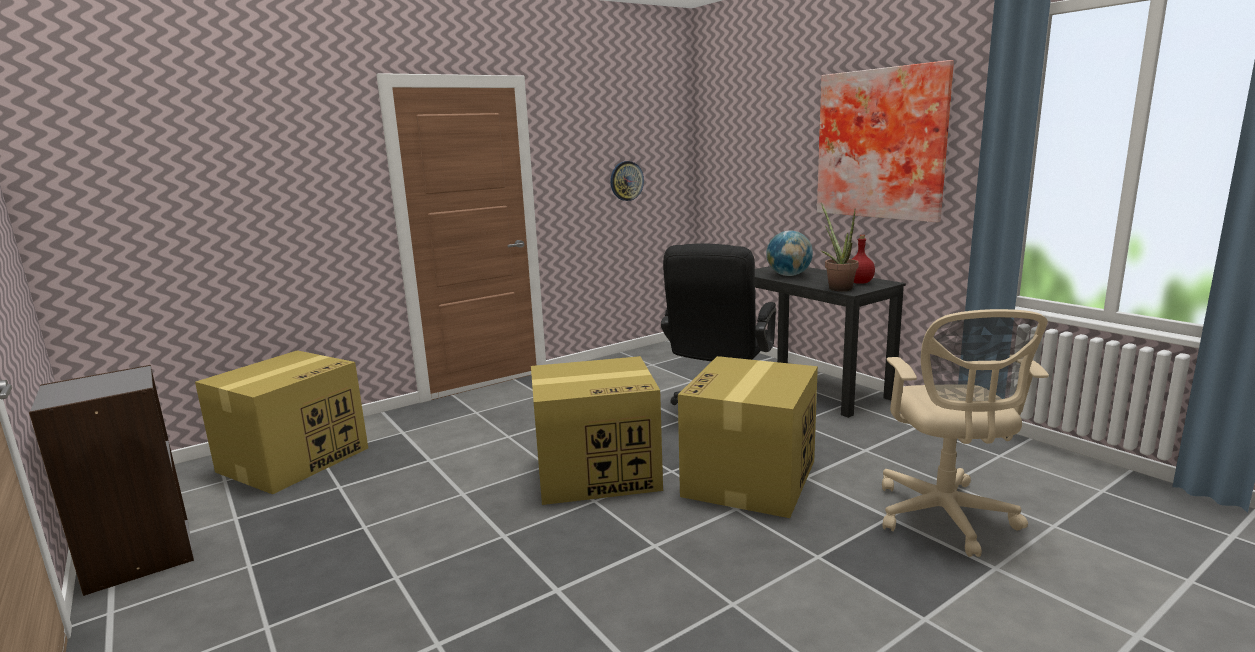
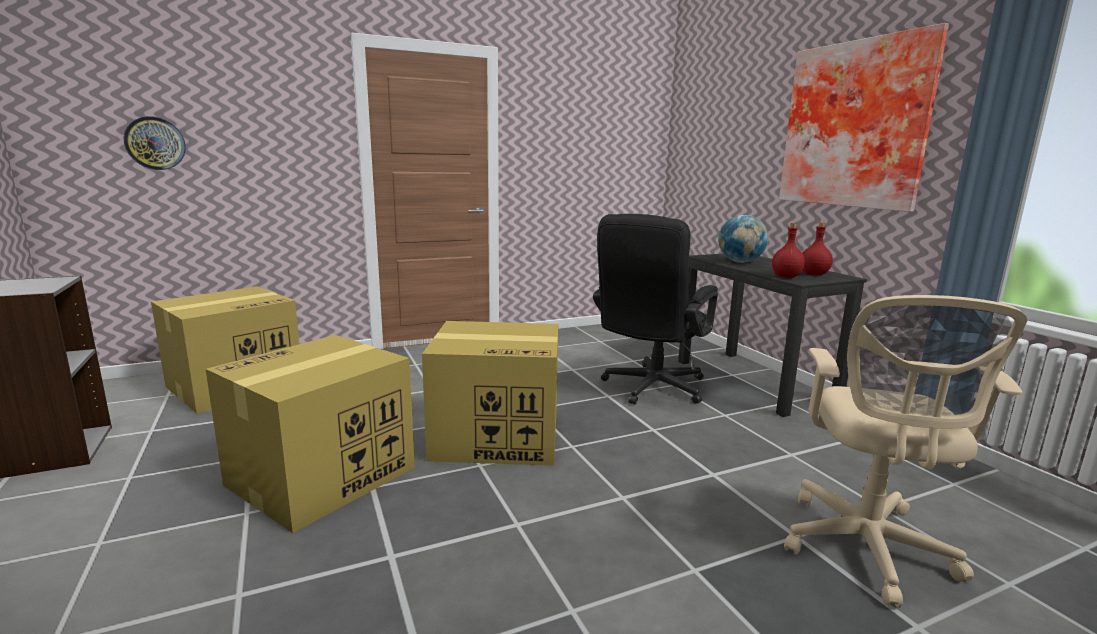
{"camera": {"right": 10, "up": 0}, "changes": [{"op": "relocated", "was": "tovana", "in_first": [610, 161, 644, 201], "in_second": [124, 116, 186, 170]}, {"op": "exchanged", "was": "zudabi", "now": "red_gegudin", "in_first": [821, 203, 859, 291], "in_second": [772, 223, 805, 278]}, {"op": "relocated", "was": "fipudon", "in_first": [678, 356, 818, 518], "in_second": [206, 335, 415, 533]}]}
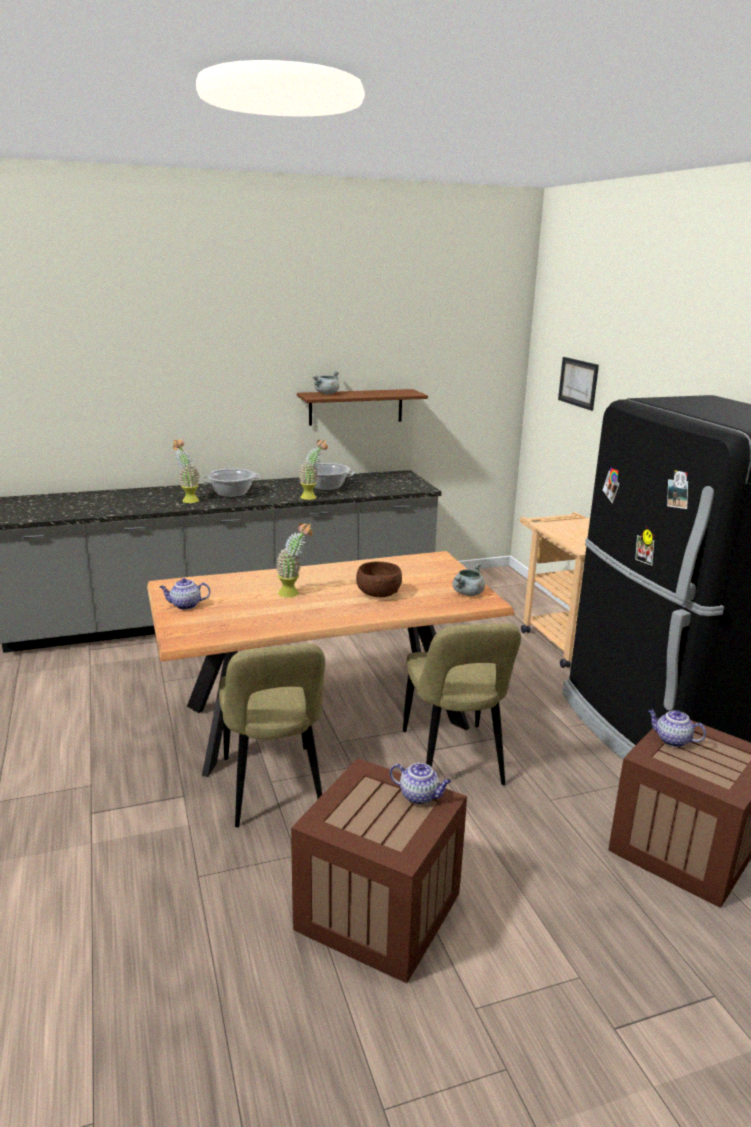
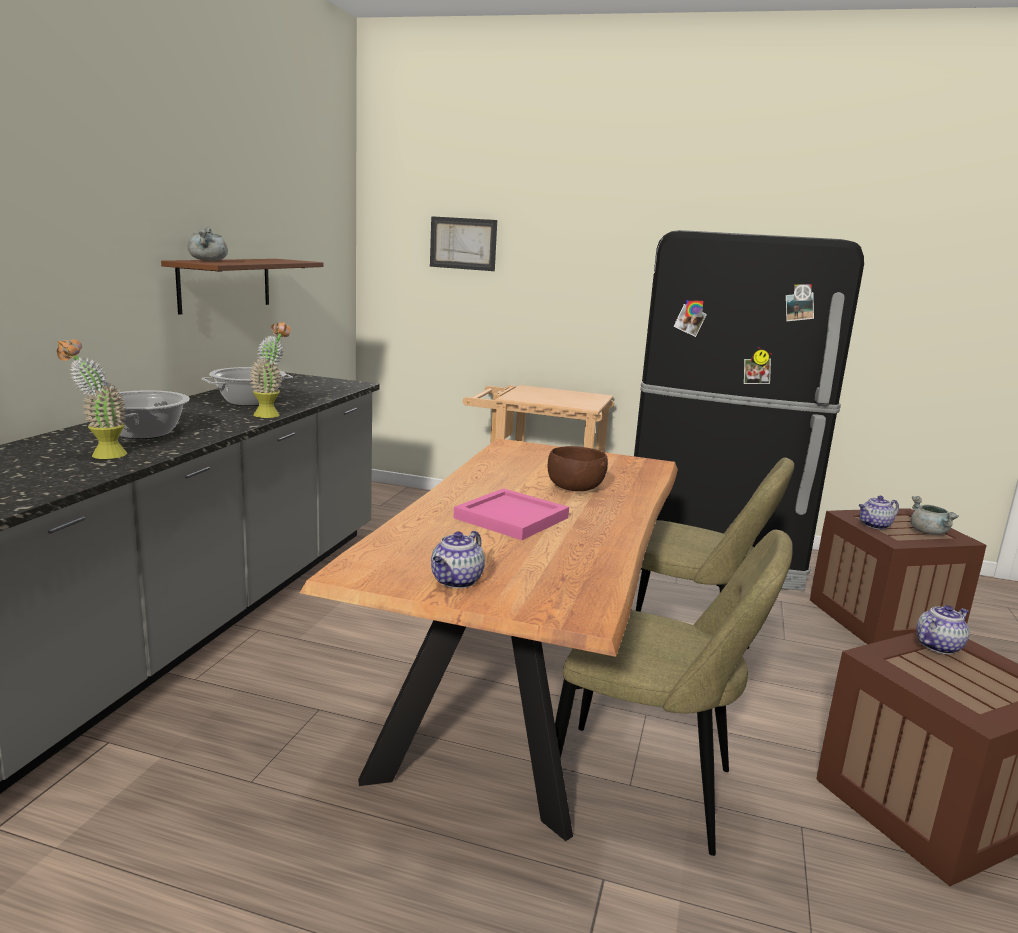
{"camera": {"right": -55, "up": -5}, "changes": [{"op": "exchanged", "was": "zudabi", "now": "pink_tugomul", "in_first": [276, 523, 312, 597], "in_second": [453, 488, 569, 540]}, {"op": "relocated", "was": "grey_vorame", "in_first": [452, 562, 485, 596], "in_second": [911, 496, 959, 535]}]}
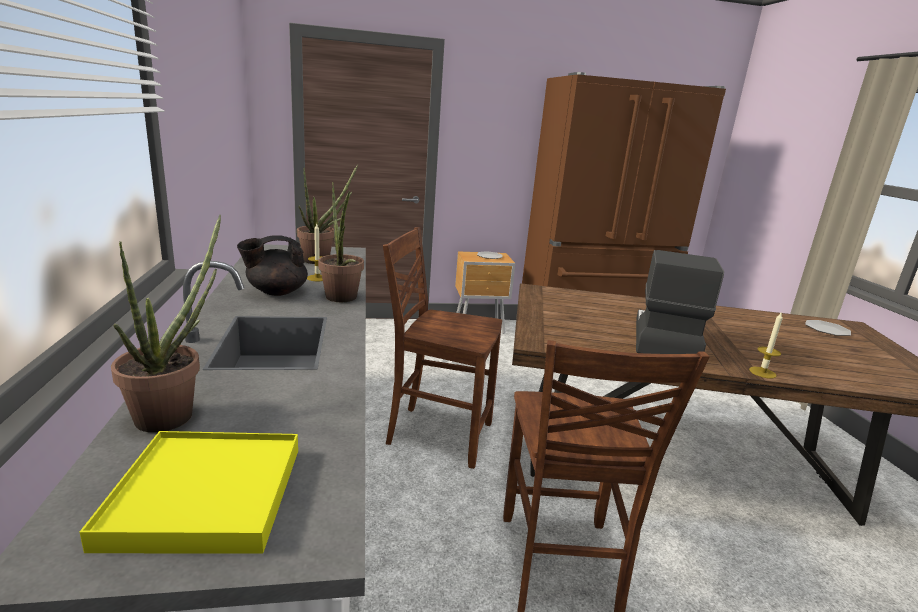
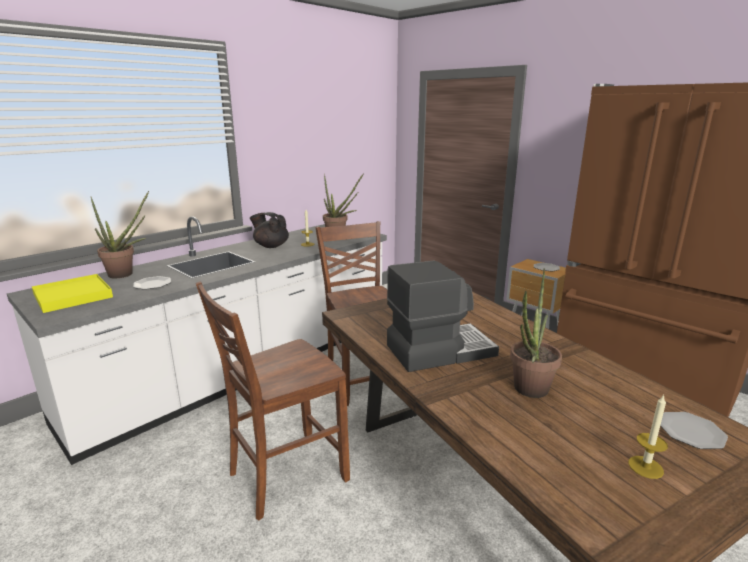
{"camera": {"right": 55, "up": 0}, "changes": [{"op": "relocated", "was": "zudabi", "in_first": [318, 182, 364, 302], "in_second": [510, 268, 562, 398]}, {"op": "relocated", "was": "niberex", "in_first": [749, 311, 783, 379], "in_second": [628, 395, 668, 479]}, {"op": "appeared", "now": "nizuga", "in_second": [133, 276, 171, 290]}]}
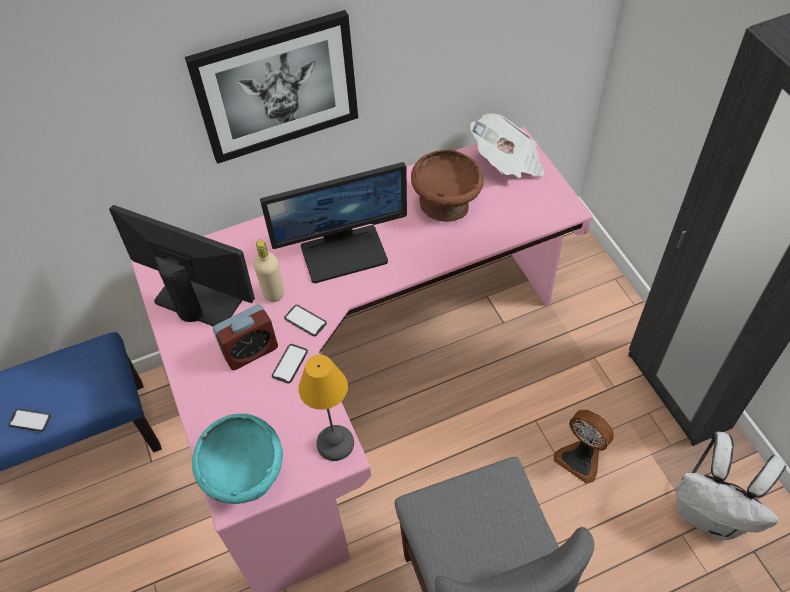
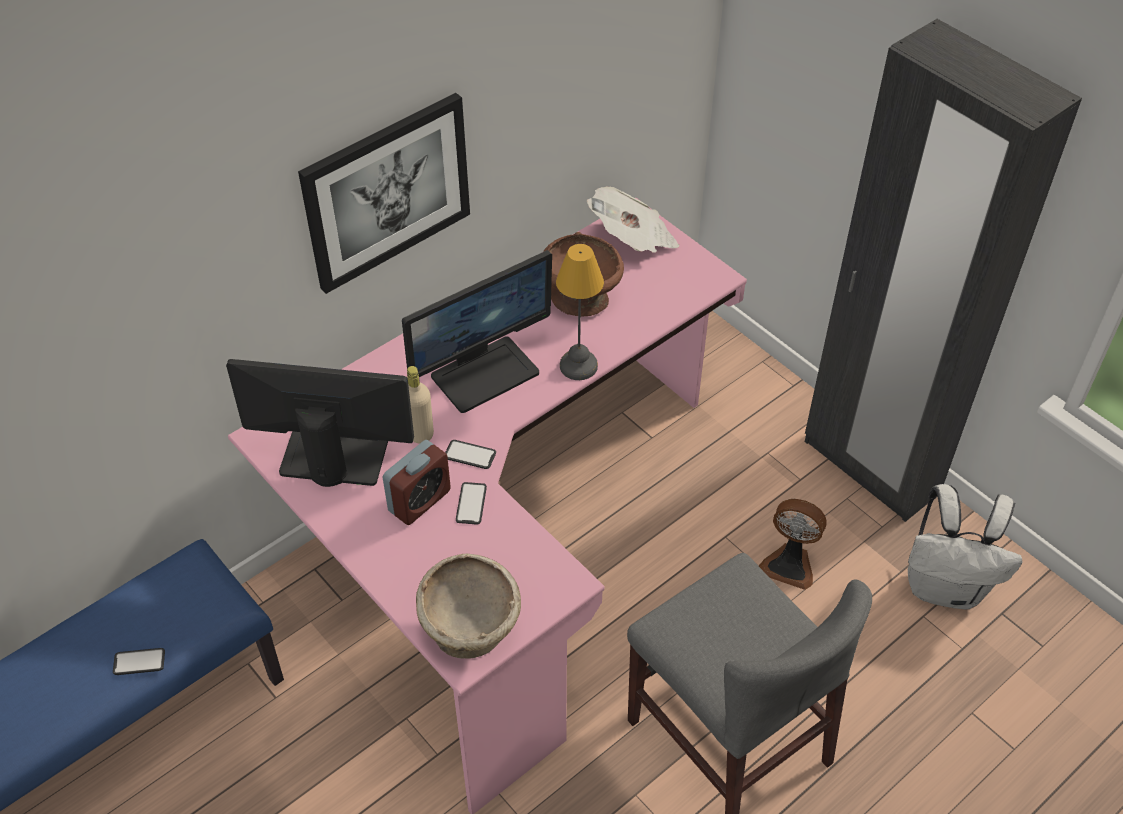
{"camera": {"right": -20, "up": -5}, "changes": [{"op": "relocated", "was": "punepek", "in_first": [298, 354, 354, 461], "in_second": [556, 244, 604, 380]}, {"op": "colour", "was": "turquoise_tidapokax", "now": "beige_tidapokax", "in_first": [192, 414, 283, 504], "in_second": [416, 554, 521, 659]}]}
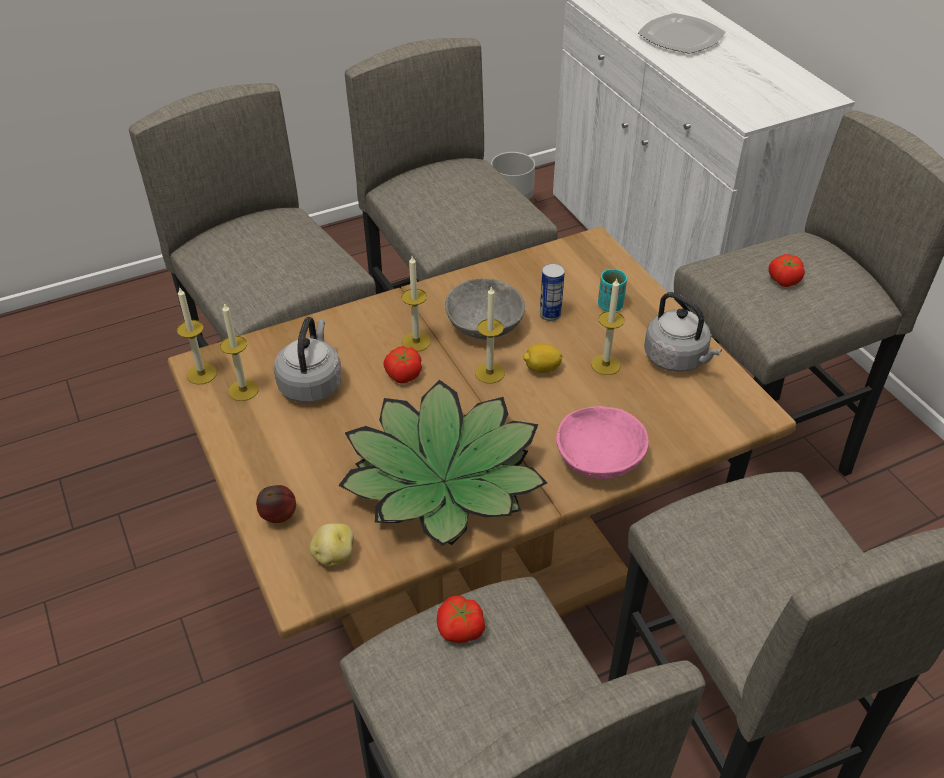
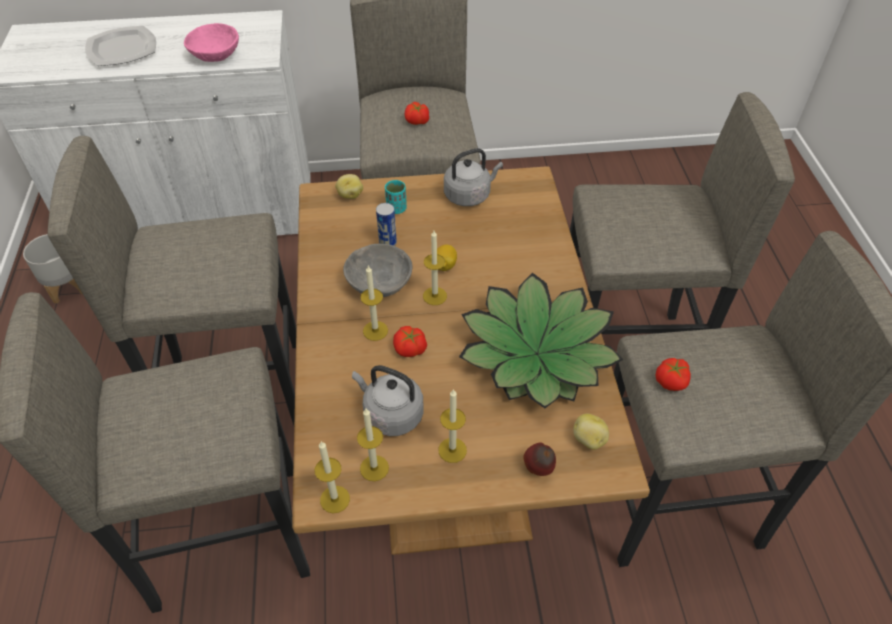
{"camera": {"right": -70, "up": 5}, "changes": [{"op": "relocated", "was": "niberex", "in_first": [591, 279, 625, 375], "in_second": [439, 389, 467, 463]}, {"op": "relocated", "was": "pink_tidapokax", "in_first": [556, 406, 649, 479], "in_second": [184, 23, 239, 62]}, {"op": "appeared", "now": "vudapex", "in_second": [335, 174, 363, 199]}]}
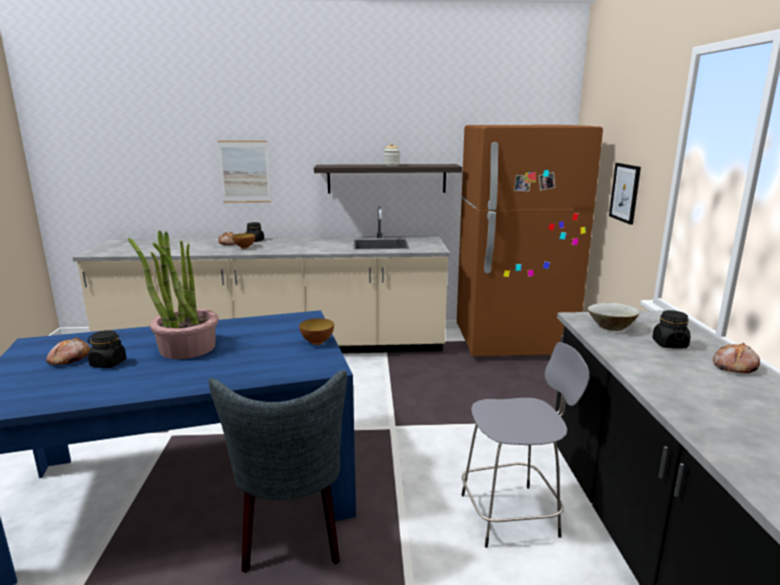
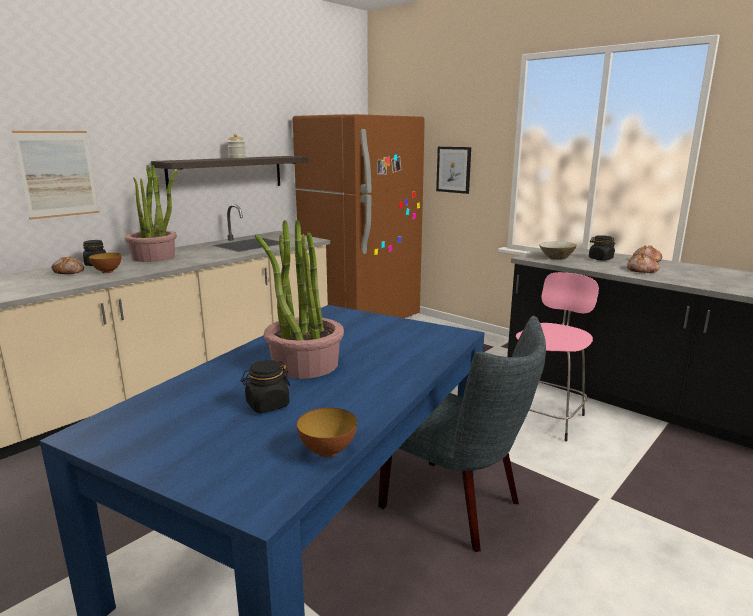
{"camera": {"right": -45, "up": 0}, "changes": [{"op": "relocated", "was": "tidapokax", "in_first": [299, 318, 334, 345], "in_second": [297, 407, 357, 457]}, {"op": "relocated", "was": "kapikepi", "in_first": [46, 337, 90, 365], "in_second": [627, 254, 660, 273]}, {"op": "colour", "was": "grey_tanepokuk", "now": "pink_tanepokuk", "in_first": [461, 342, 589, 548], "in_second": [516, 272, 599, 442]}, {"op": "appeared", "now": "zudabi", "in_second": [125, 165, 178, 262]}]}
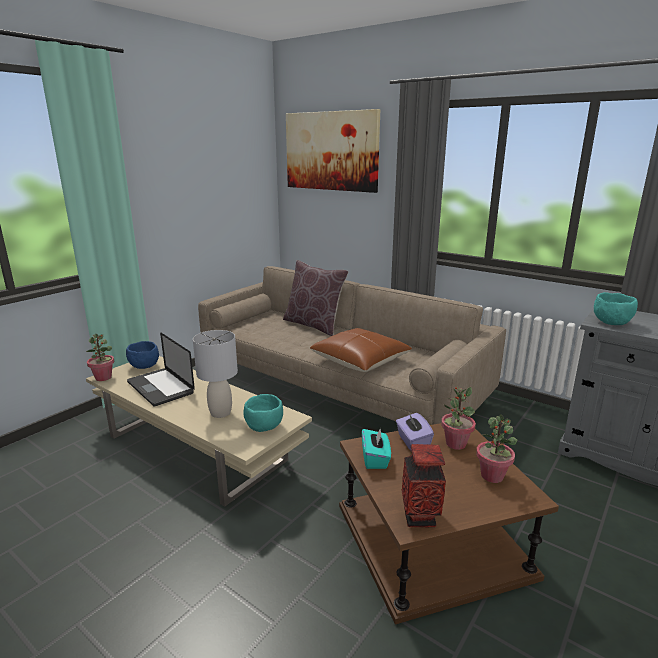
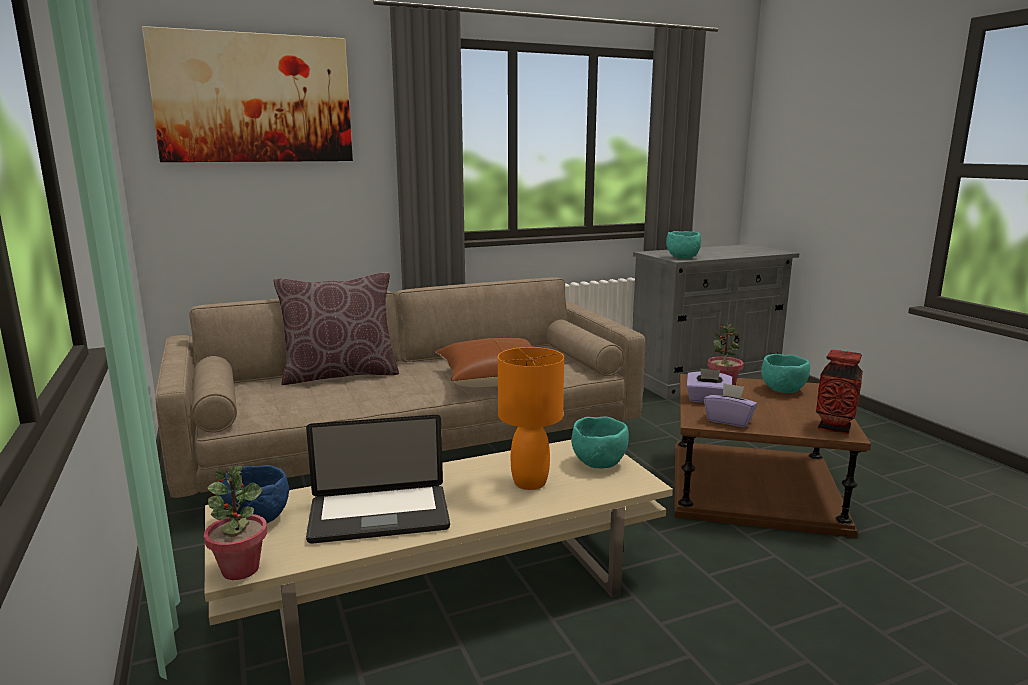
{"camera": {"right": -60, "up": -5}, "changes": [{"op": "colour", "was": "grey_punepek", "now": "orange_punepek", "in_first": [193, 330, 238, 418], "in_second": [498, 347, 564, 490]}, {"op": "exchanged", "was": "zudabi", "now": "turquoise_tidapokax", "in_first": [476, 414, 517, 483], "in_second": [761, 354, 810, 393]}, {"op": "colour", "was": "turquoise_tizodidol", "now": "purple_tizodidol", "in_first": [362, 427, 391, 469], "in_second": [704, 383, 758, 428]}]}
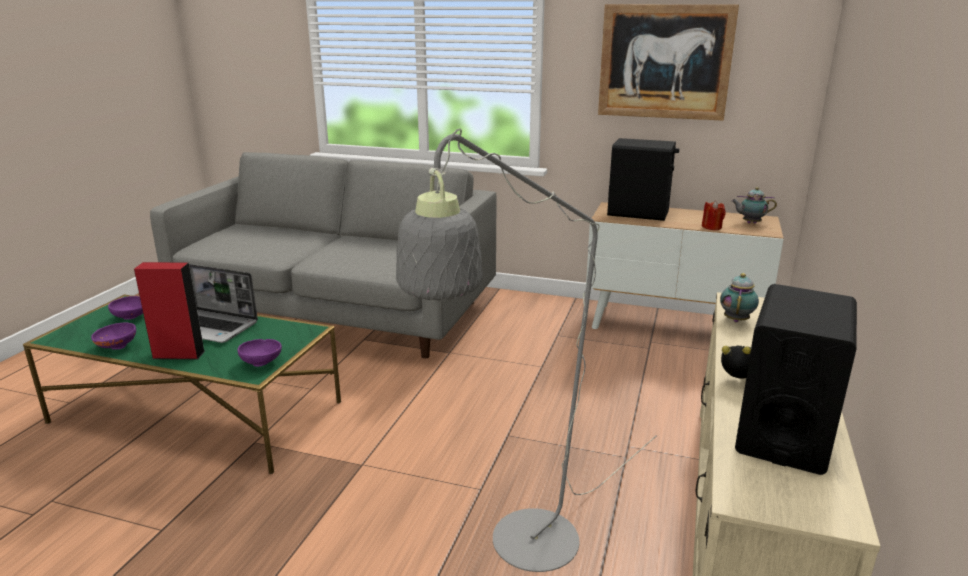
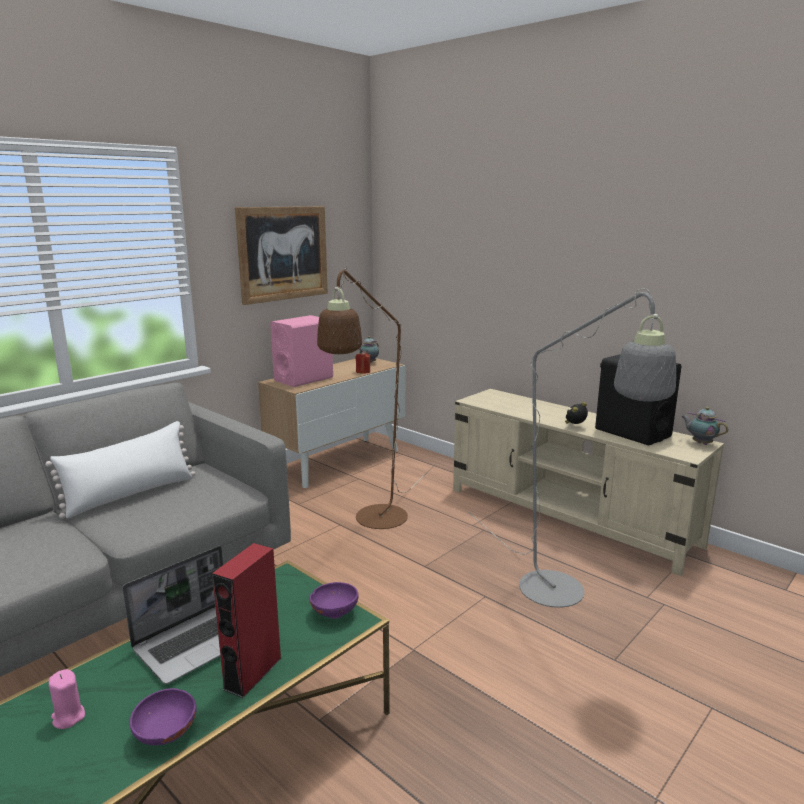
{"camera": {"right": -65, "up": -5}, "changes": [{"op": "colour", "was": "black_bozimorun", "now": "pink_bozimorun", "in_first": [607, 138, 679, 221], "in_second": [270, 315, 333, 387]}, {"op": "relocated", "was": "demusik", "in_first": [720, 273, 759, 322], "in_second": [681, 407, 728, 445]}, {"op": "exchanged", "was": "purple_tidapokax", "now": "pink_niberex", "in_first": [108, 296, 143, 320], "in_second": [49, 669, 85, 729]}, {"op": "appeared", "now": "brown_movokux", "in_second": [317, 267, 435, 529]}, {"op": "appeared", "now": "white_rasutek", "in_second": [45, 421, 195, 519]}]}
